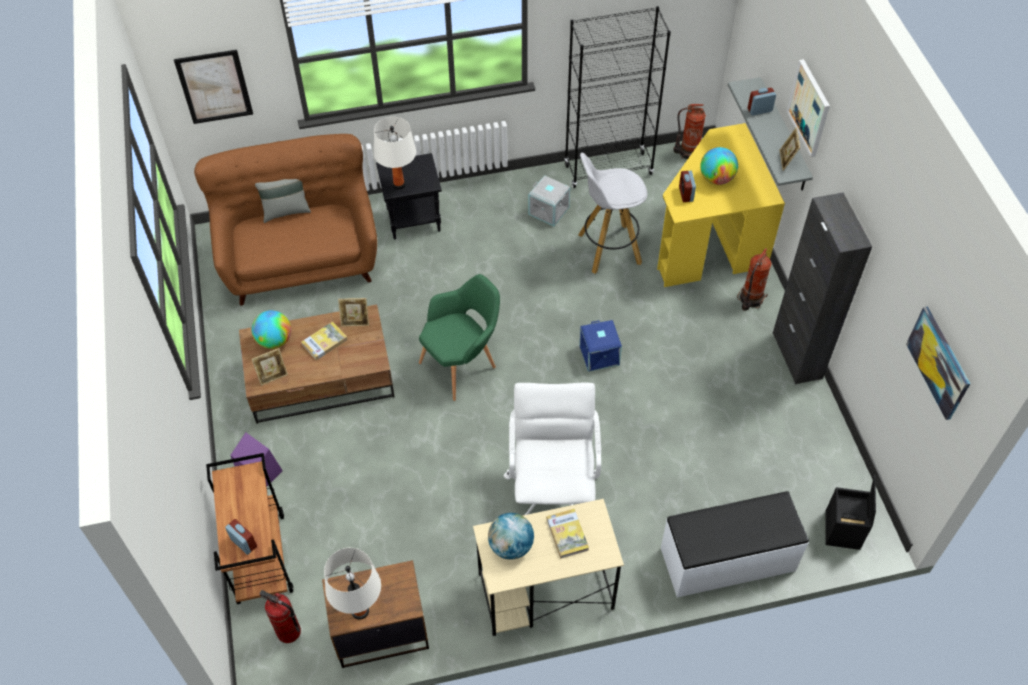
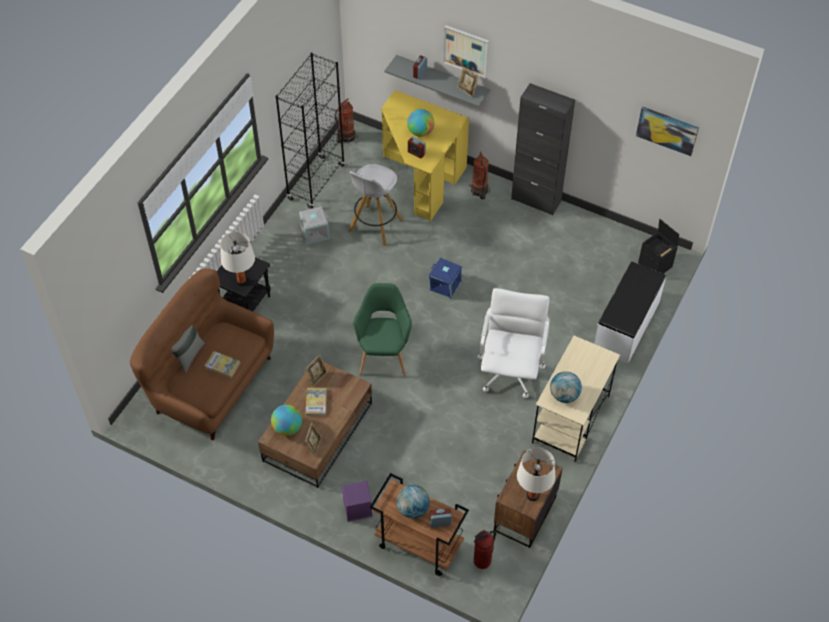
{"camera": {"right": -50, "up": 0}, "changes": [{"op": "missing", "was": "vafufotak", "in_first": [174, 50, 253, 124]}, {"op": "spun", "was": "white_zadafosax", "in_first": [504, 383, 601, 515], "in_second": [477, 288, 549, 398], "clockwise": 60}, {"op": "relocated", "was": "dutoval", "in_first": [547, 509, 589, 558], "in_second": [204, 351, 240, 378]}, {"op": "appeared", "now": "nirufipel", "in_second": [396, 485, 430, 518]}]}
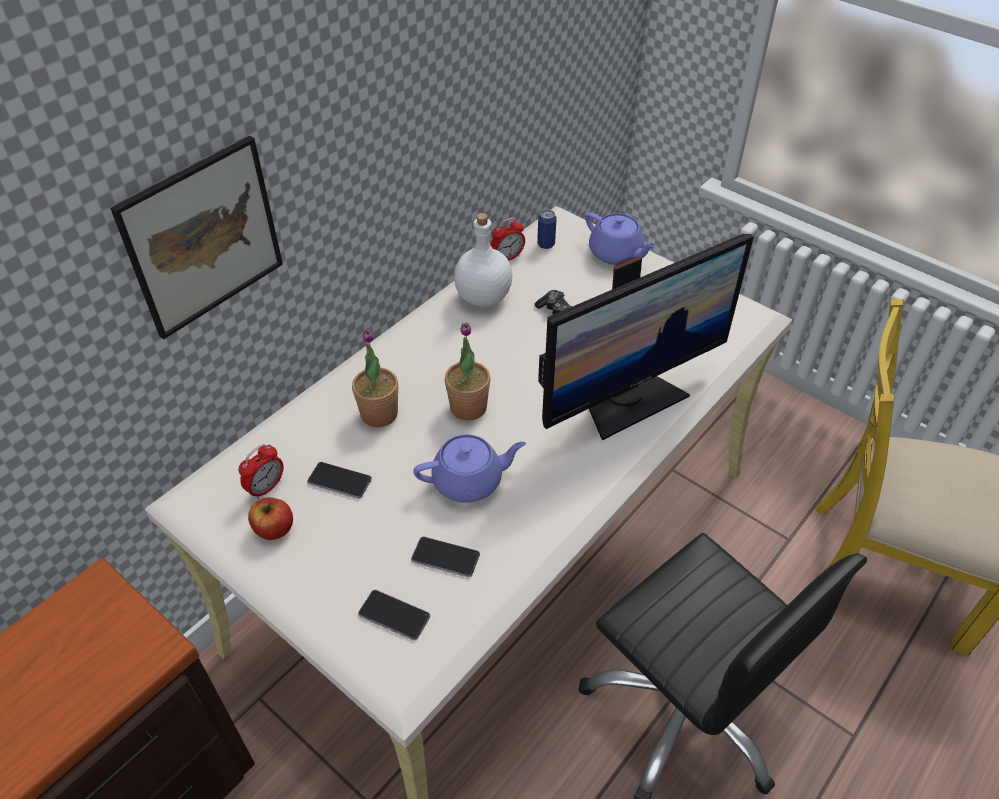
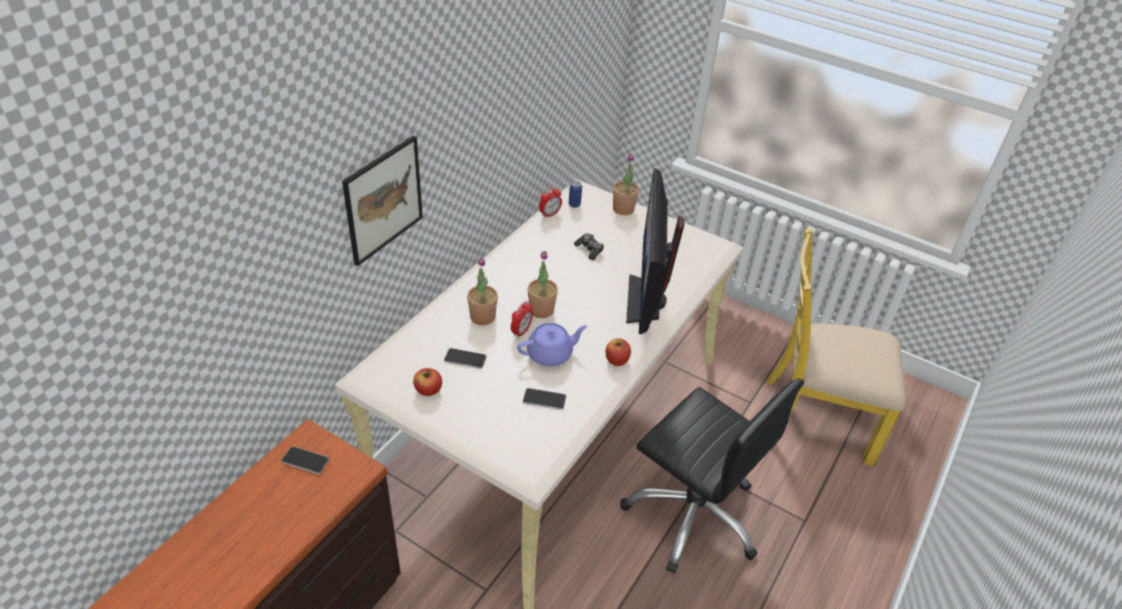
{"camera": {"right": -10, "up": -5}, "changes": [{"op": "missing", "was": "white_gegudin", "in_first": [454, 213, 513, 307]}, {"op": "exchanged", "was": "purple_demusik", "now": "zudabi", "in_first": [585, 213, 657, 265], "in_second": [613, 153, 639, 215]}, {"op": "spun", "was": "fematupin", "in_first": [538, 234, 754, 440], "in_second": [626, 168, 685, 334], "clockwise": 135}, {"op": "relocated", "was": "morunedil", "in_first": [239, 444, 283, 500], "in_second": [511, 301, 533, 339]}, {"op": "relocated", "was": "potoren", "in_first": [358, 590, 430, 641], "in_second": [281, 446, 329, 474]}, {"op": "appeared", "now": "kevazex", "in_second": [606, 338, 631, 366]}]}
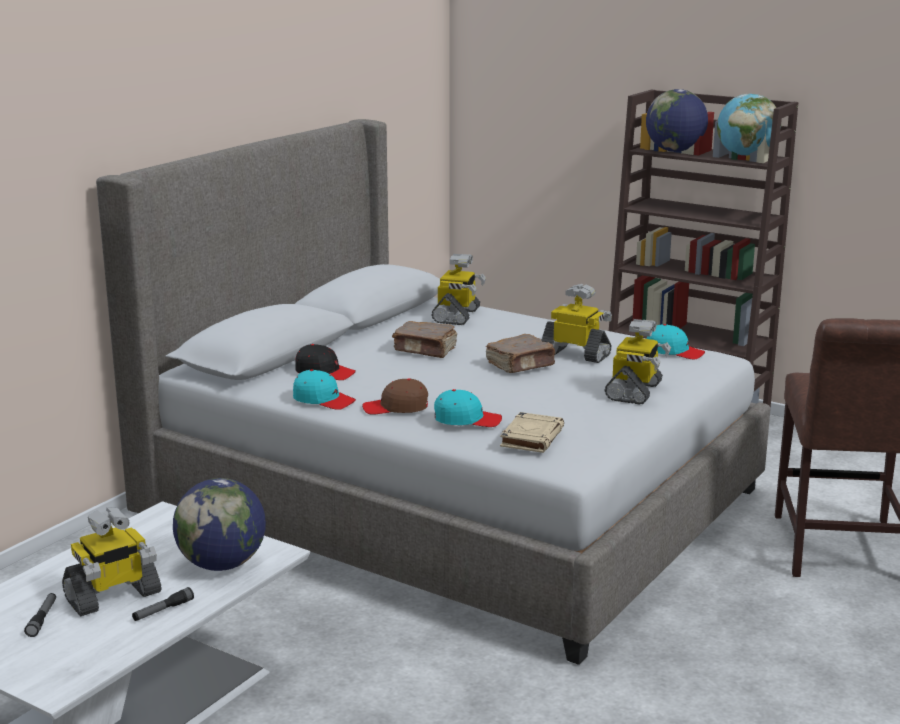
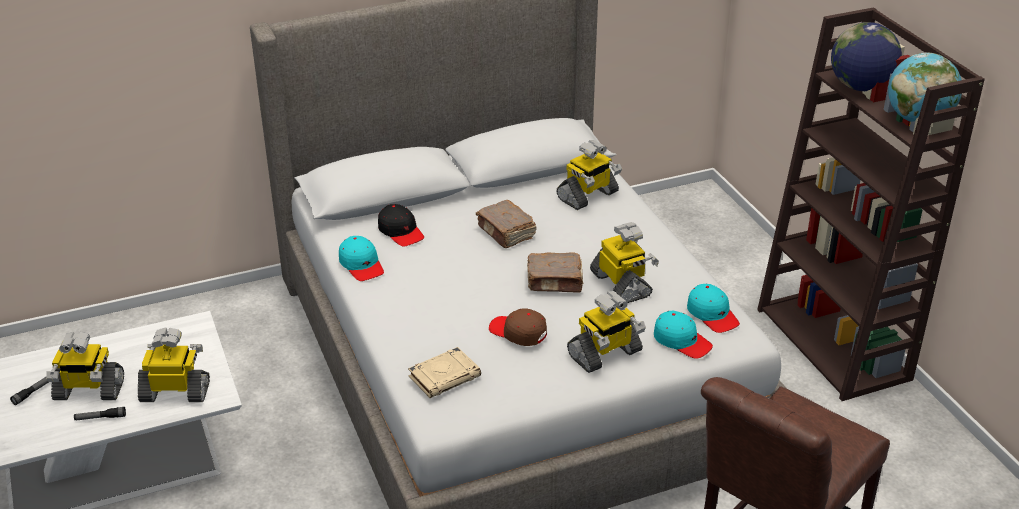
{"camera": {"right": 35, "up": 15}, "changes": [{"op": "relocated", "was": "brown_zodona", "in_first": [362, 378, 428, 415], "in_second": [489, 308, 547, 346]}, {"op": "relocated", "was": "turquoise_zodona", "in_first": [434, 389, 502, 427], "in_second": [654, 310, 713, 359]}, {"op": "exchanged", "was": "nirufipel", "now": "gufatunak", "in_first": [173, 478, 266, 571], "in_second": [138, 327, 210, 402]}]}
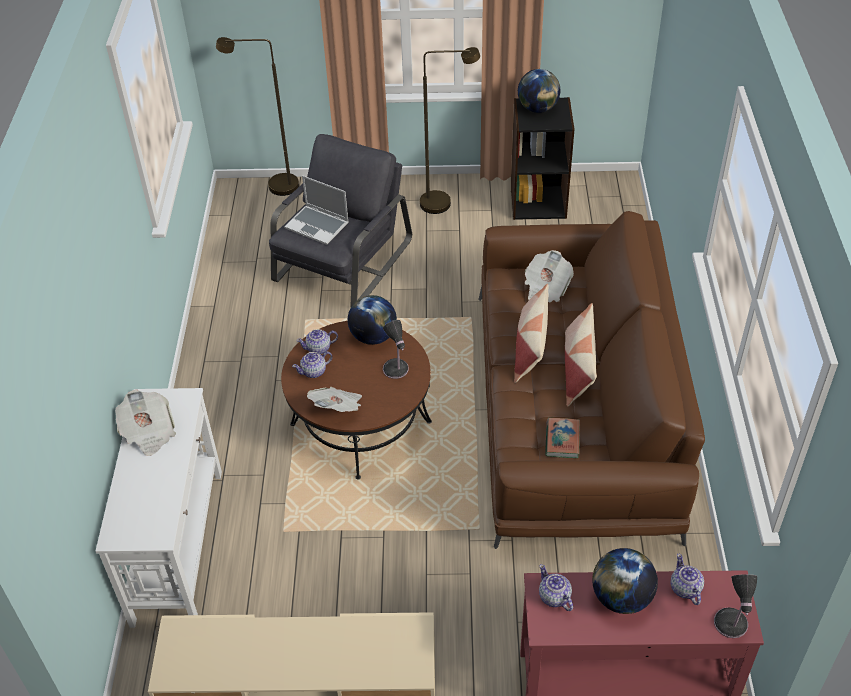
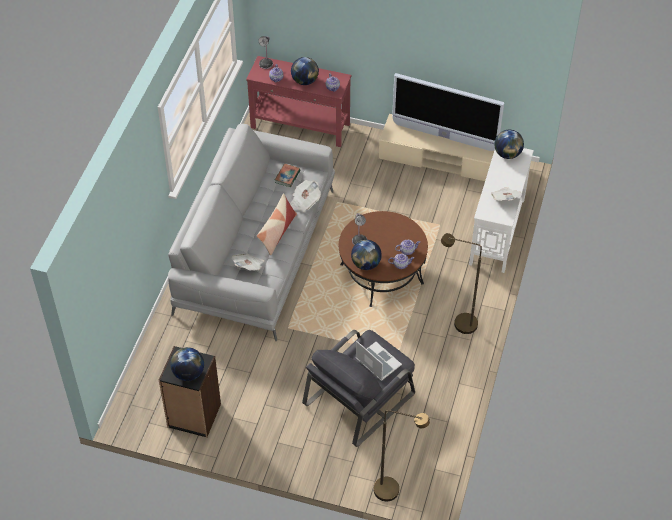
{"camera": {"right": -165, "up": 5}, "changes": [{"op": "relocated", "was": "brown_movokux", "in_first": [420, 47, 480, 214], "in_second": [441, 233, 482, 334]}, {"op": "colour", "was": "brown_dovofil", "now": "grey_dovofil", "in_first": [478, 211, 705, 549], "in_second": [168, 124, 335, 341]}, {"op": "missing", "was": "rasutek", "in_first": [565, 303, 597, 407]}, {"op": "relocated", "was": "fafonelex", "in_first": [307, 387, 362, 412], "in_second": [290, 180, 321, 212]}, {"op": "appeared", "now": "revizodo", "in_second": [392, 73, 504, 151]}, {"op": "appeared", "now": "nirufipel", "in_second": [494, 130, 524, 159]}]}
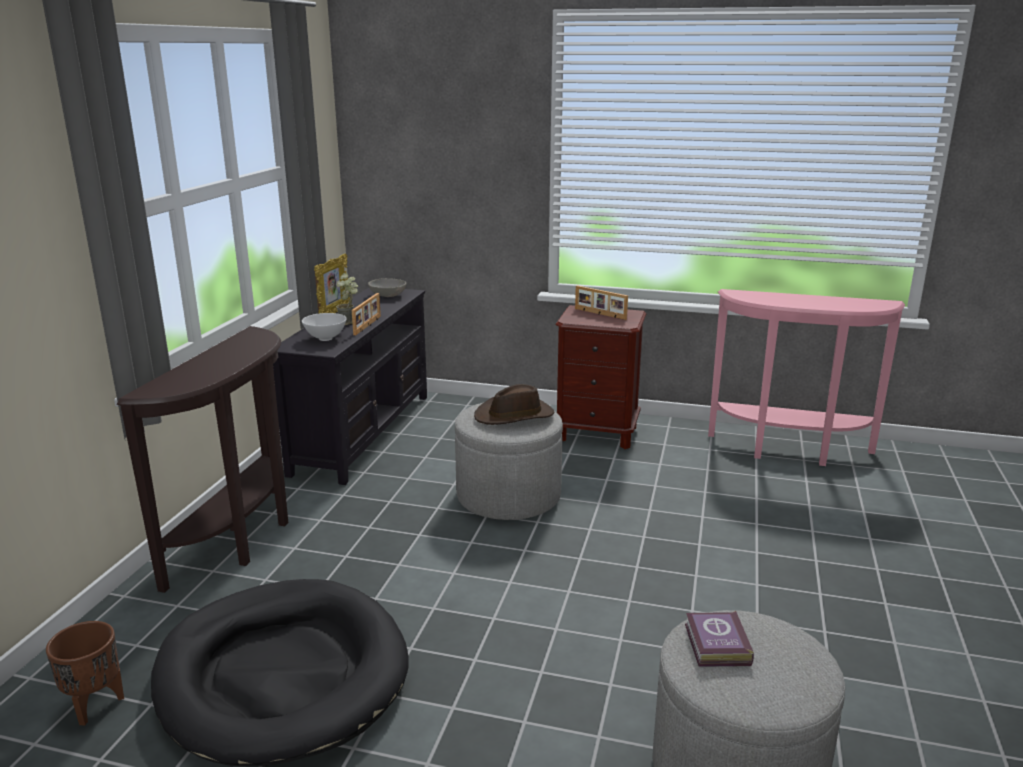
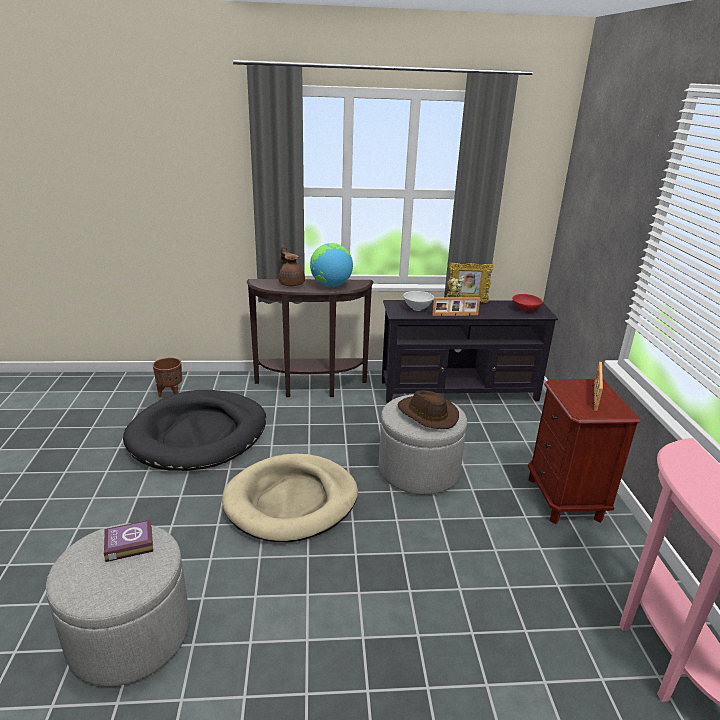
{"camera": {"right": 70, "up": 5}, "changes": [{"op": "colour", "was": "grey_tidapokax", "now": "red_tidapokax", "in_first": [368, 278, 406, 297], "in_second": [512, 294, 543, 311]}, {"op": "appeared", "now": "nirufipel", "in_second": [310, 243, 353, 287]}, {"op": "appeared", "now": "brown_demusik", "in_second": [278, 244, 305, 286]}, {"op": "appeared", "now": "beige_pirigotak", "in_second": [222, 454, 358, 542]}]}
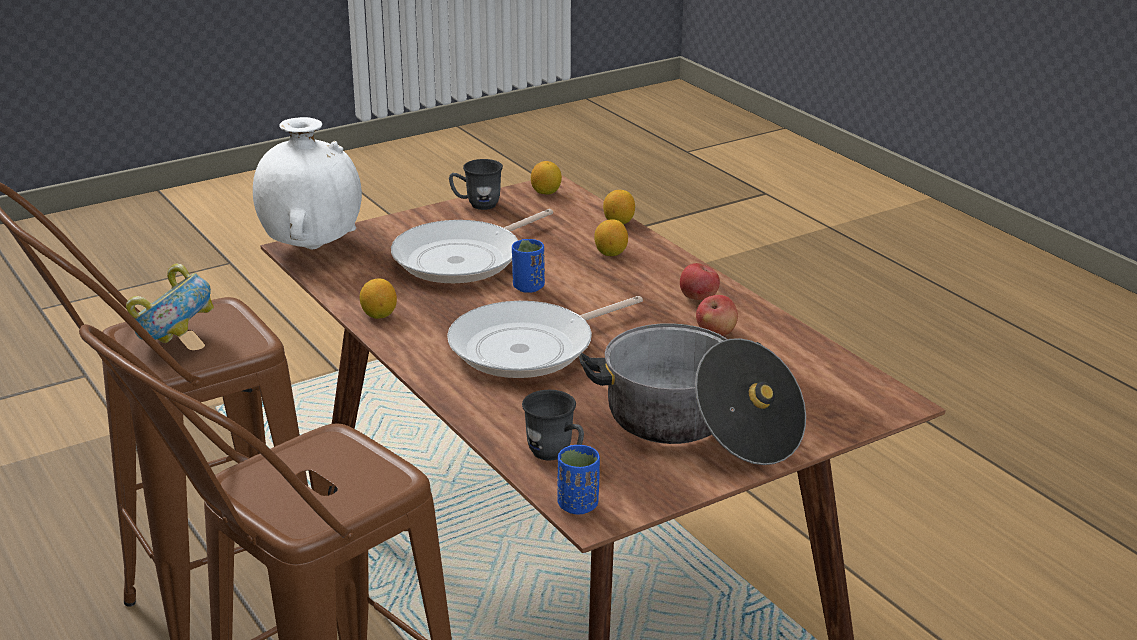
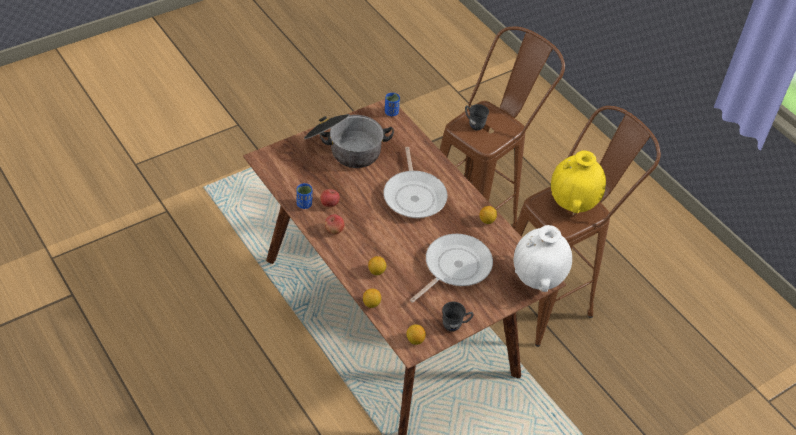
{"camera": {"right": 175, "up": 20}, "changes": [{"op": "relocated", "was": "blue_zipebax", "in_first": [512, 239, 545, 293], "in_second": [296, 183, 312, 209]}, {"op": "exchanged", "was": "tidapokax", "now": "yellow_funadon", "in_first": [126, 264, 214, 343], "in_second": [551, 151, 606, 213]}, {"op": "spun", "was": "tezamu", "in_first": [447, 296, 643, 378], "in_second": [383, 147, 448, 218], "clockwise": 120}, {"op": "relocated", "was": "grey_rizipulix", "in_first": [522, 390, 584, 461], "in_second": [465, 104, 489, 130]}]}
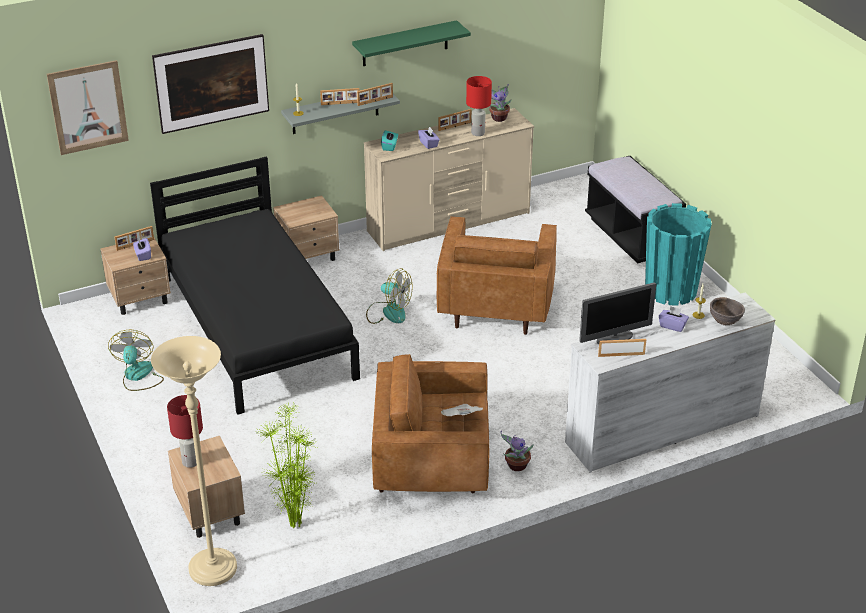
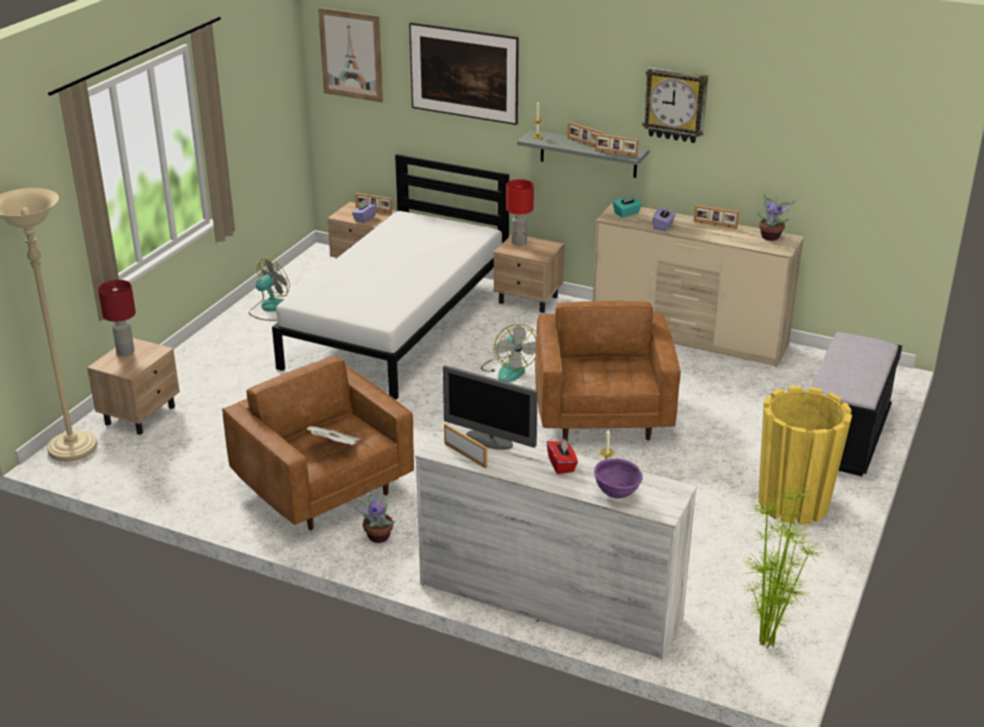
{"camera": {"right": 50, "up": -5}, "changes": [{"op": "exchanged", "was": "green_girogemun", "now": "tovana", "in_first": [352, 20, 471, 66], "in_second": [642, 67, 708, 143]}, {"op": "relocated", "was": "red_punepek", "in_first": [466, 76, 492, 136], "in_second": [506, 179, 534, 246]}, {"op": "colour", "was": "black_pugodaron", "now": "white_pugodaron", "in_first": [150, 156, 360, 415], "in_second": [272, 154, 509, 400]}, {"op": "colour", "was": "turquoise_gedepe", "now": "yellow_gedepe", "in_first": [645, 203, 712, 305], "in_second": [758, 386, 852, 525]}, {"op": "spun", "was": "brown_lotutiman", "in_first": [437, 217, 557, 335], "in_second": [535, 301, 681, 441], "clockwise": 120}, {"op": "colour", "was": "brown_tidapokax", "now": "purple_tidapokax", "in_first": [710, 297, 745, 325], "in_second": [594, 459, 643, 499]}, {"op": "colour", "was": "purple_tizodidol", "now": "red_tizodidol", "in_first": [659, 306, 689, 332], "in_second": [547, 438, 578, 474]}, {"op": "relocated", "was": "zudabi", "in_first": [257, 402, 317, 528], "in_second": [744, 486, 822, 649]}]}
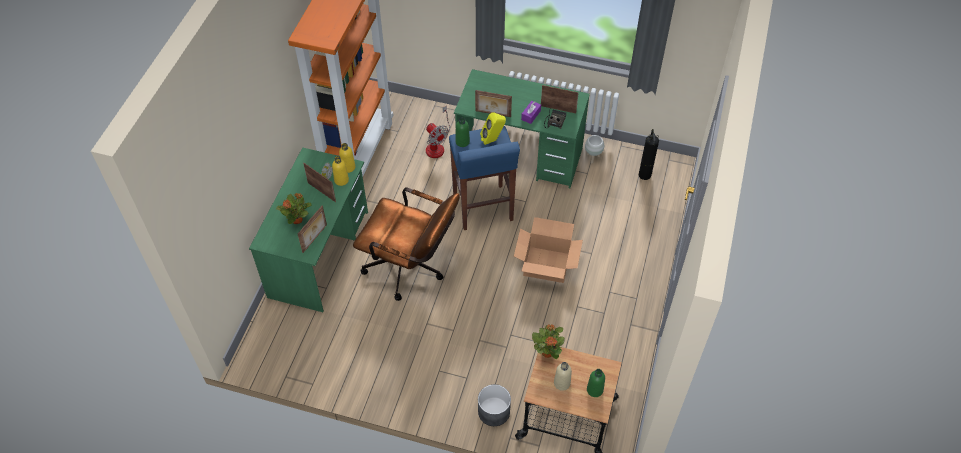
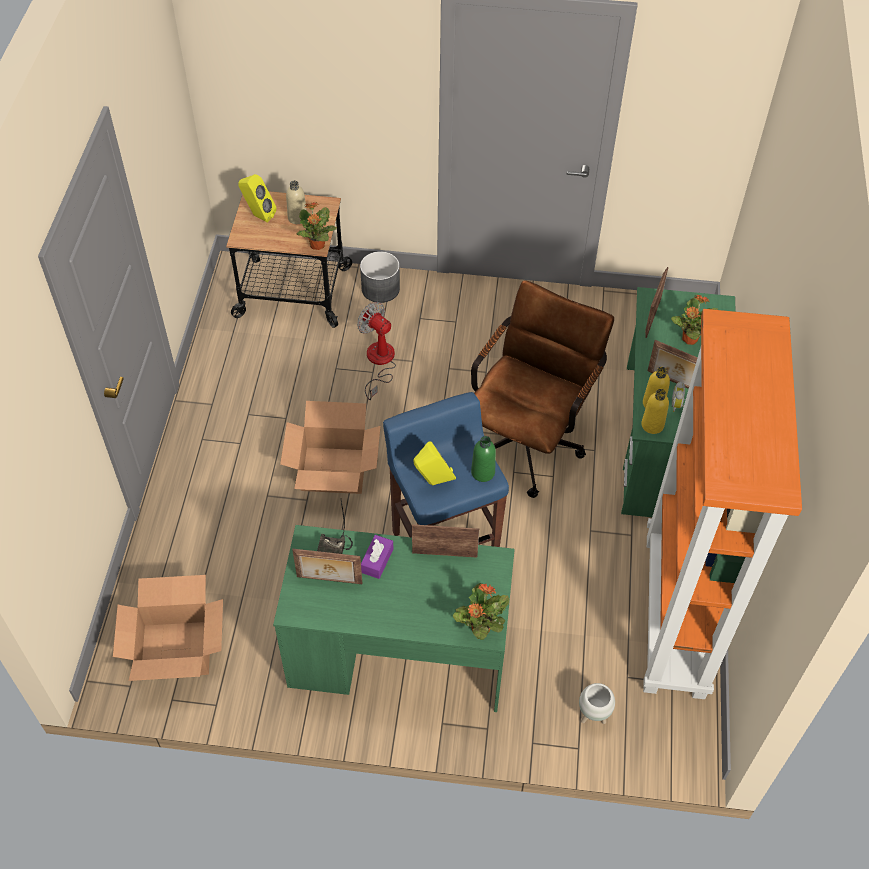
{"camera": {"right": 170, "up": 0}, "changes": [{"op": "relocated", "was": "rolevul", "in_first": [426, 106, 450, 158], "in_second": [357, 302, 396, 400]}, {"op": "exchanged", "was": "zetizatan", "now": "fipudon", "in_first": [639, 129, 659, 180], "in_second": [113, 575, 223, 681]}, {"op": "relocated", "was": "white_gedepe", "in_first": [585, 135, 604, 164], "in_second": [579, 683, 615, 724]}, {"op": "spun", "was": "brown_zadafosax", "in_first": [353, 187, 460, 301], "in_second": [471, 280, 614, 498], "clockwise": 105}, {"op": "exchanged", "was": "green_gegudin", "now": "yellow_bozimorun", "in_first": [587, 369, 605, 397], "in_second": [238, 174, 277, 223]}, {"op": "appeared", "now": "zudabi", "in_second": [453, 583, 509, 640]}]}
